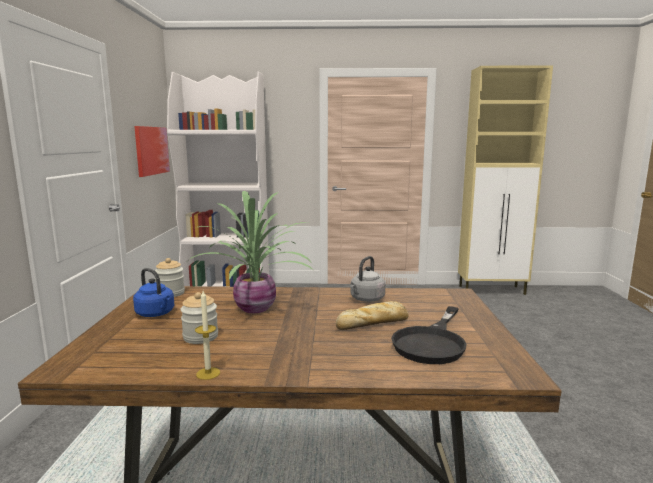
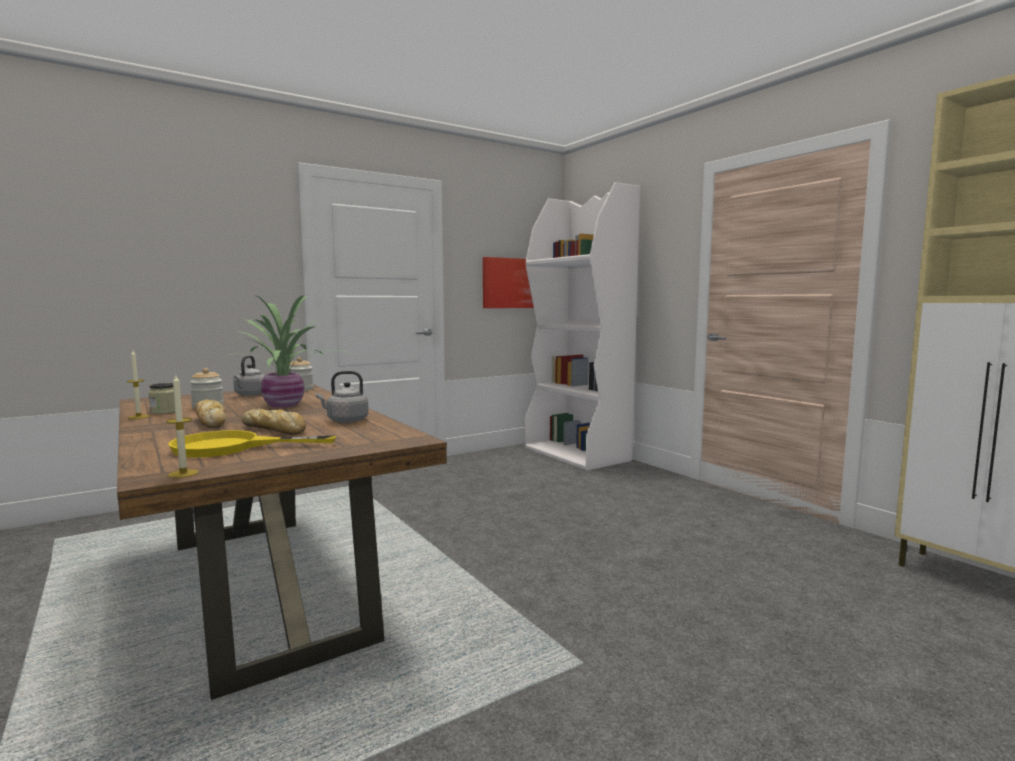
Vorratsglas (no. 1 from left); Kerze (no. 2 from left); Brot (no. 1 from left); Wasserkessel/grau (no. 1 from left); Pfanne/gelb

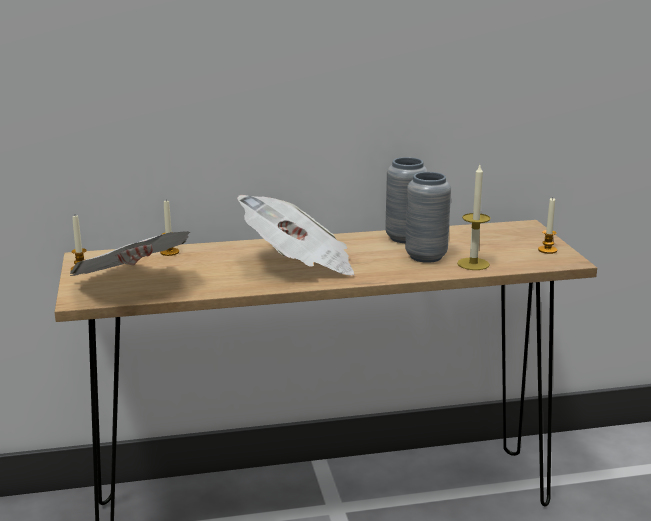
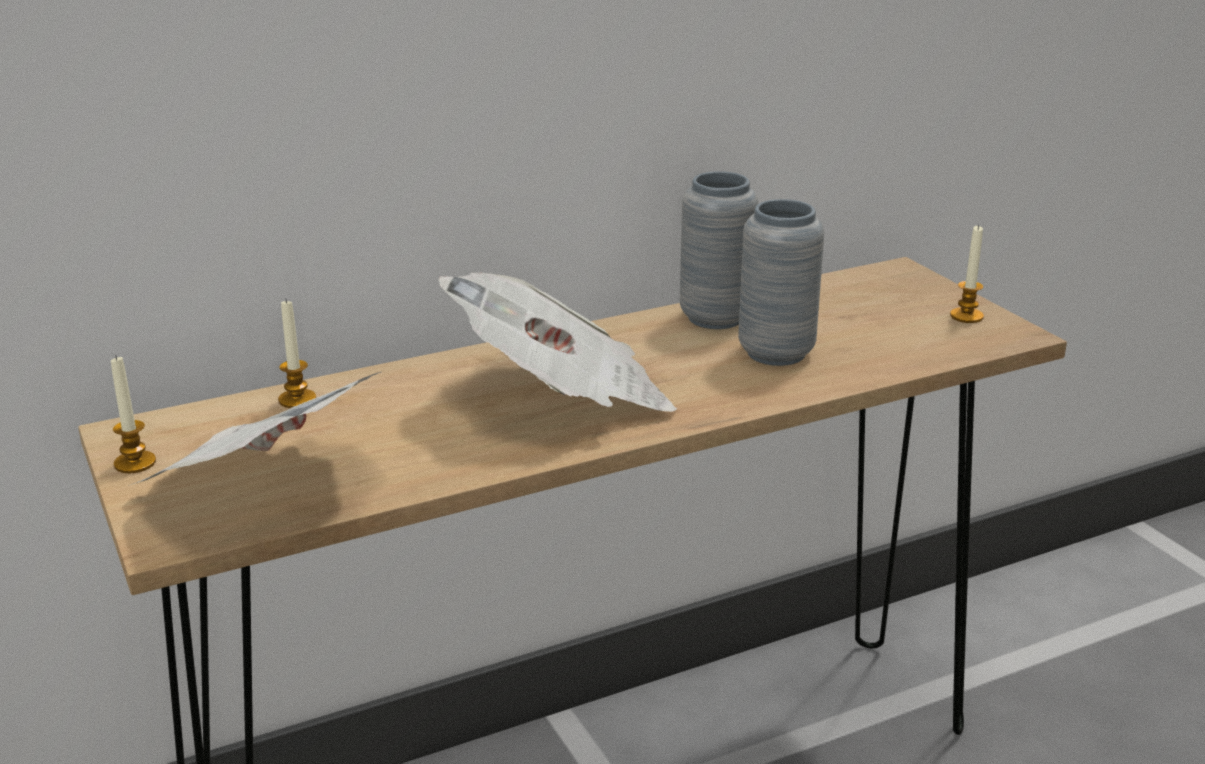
Kerze (no. 3 from left in the first image)

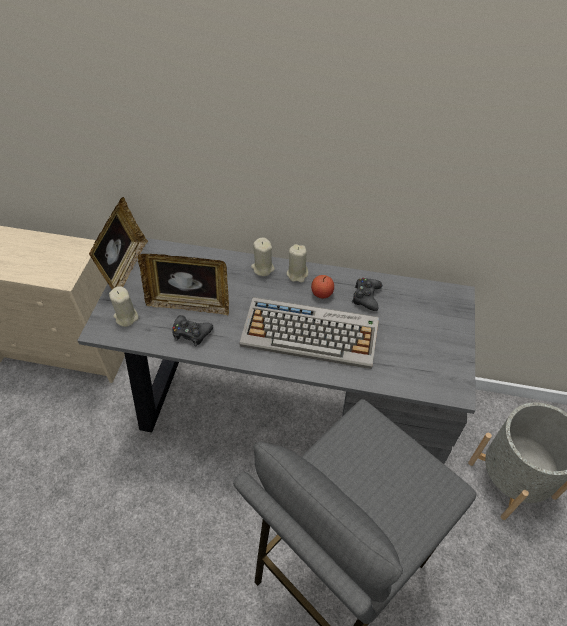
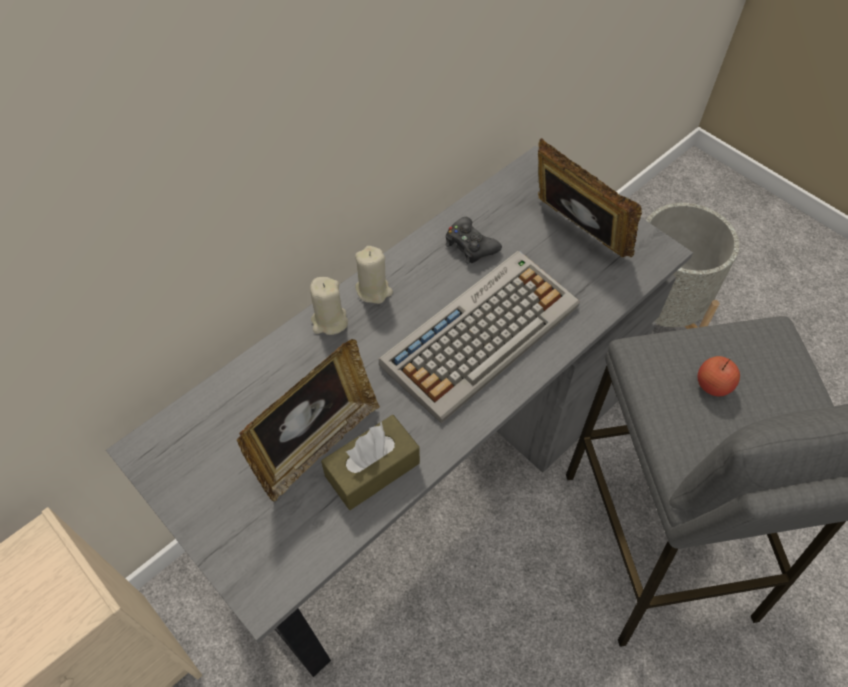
Kerze/beige (no. 1 from left in the first image); Bilderrahmen (no. 2 from left); Apfel; Taschentuchbox/braun

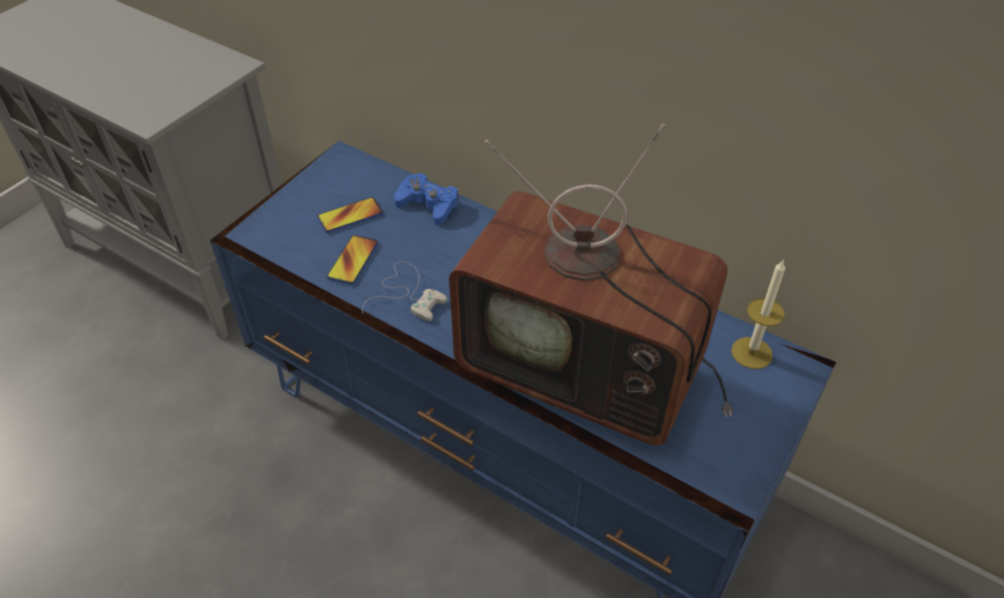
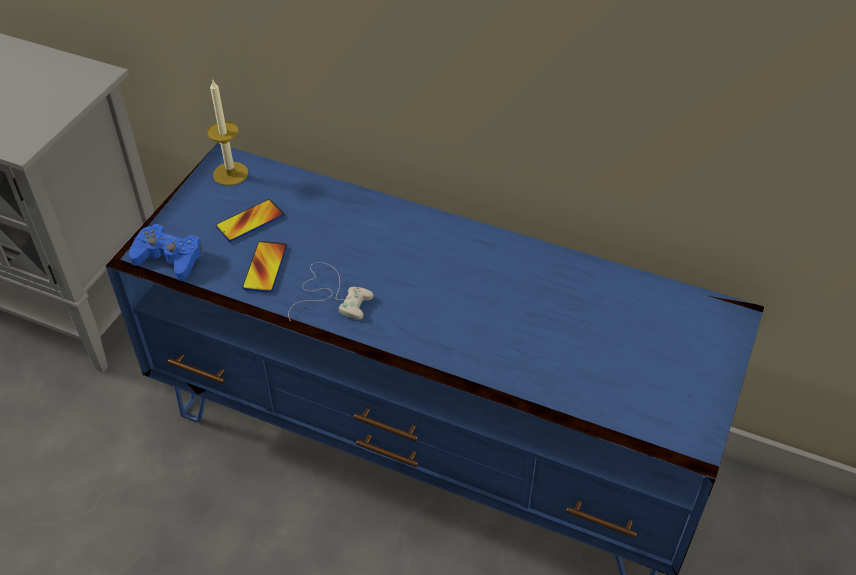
Fernseher; Gamepad/blau; Kerze

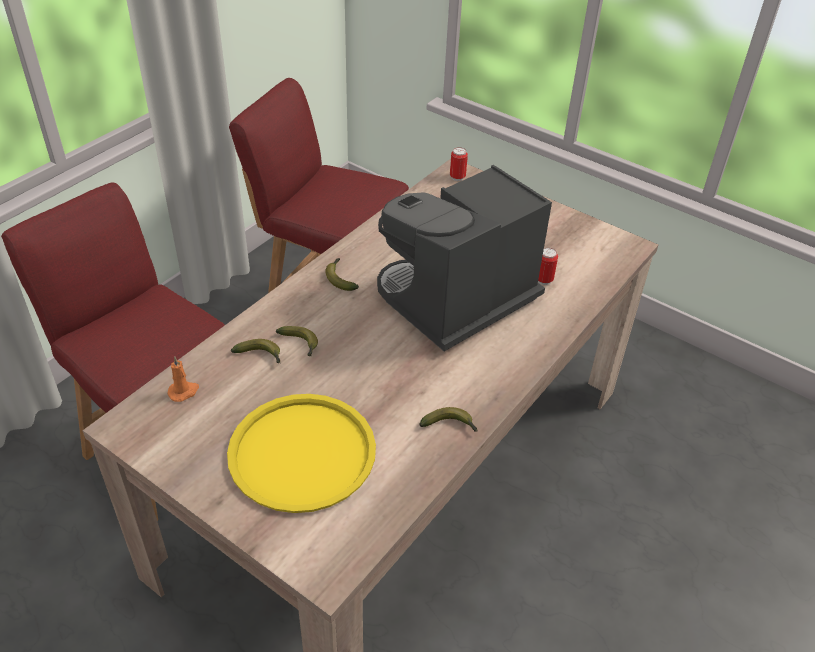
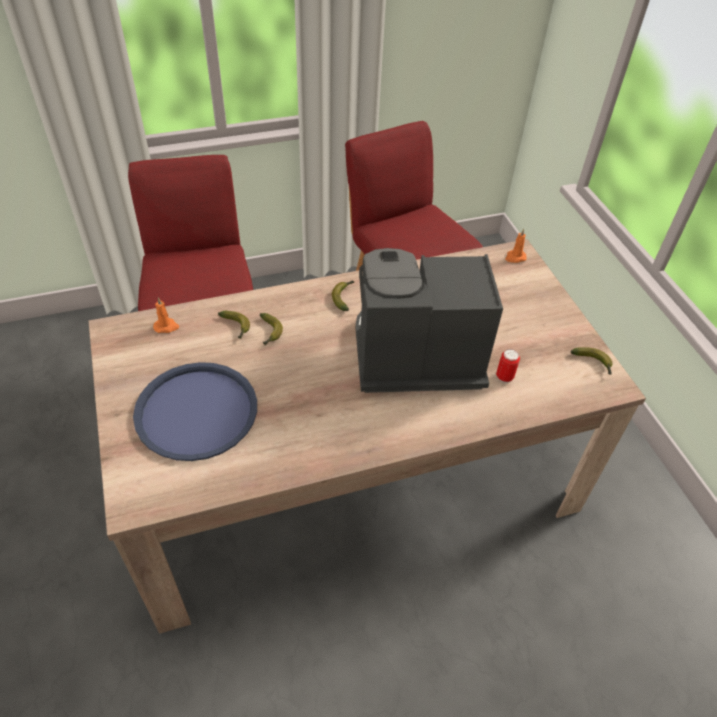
Banane (no. 4 from left); Kerze/orange (no. 2 from left); Tablett/blau

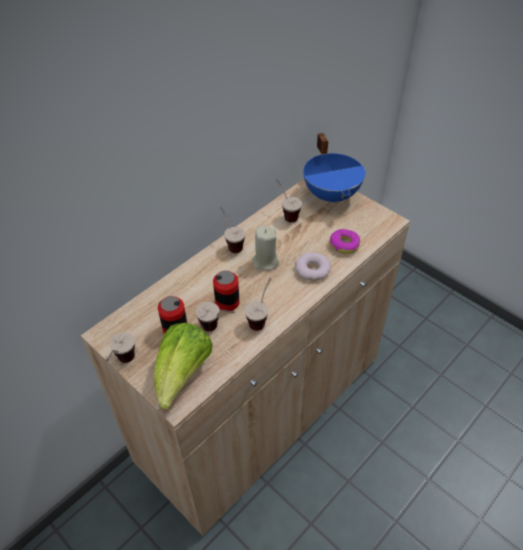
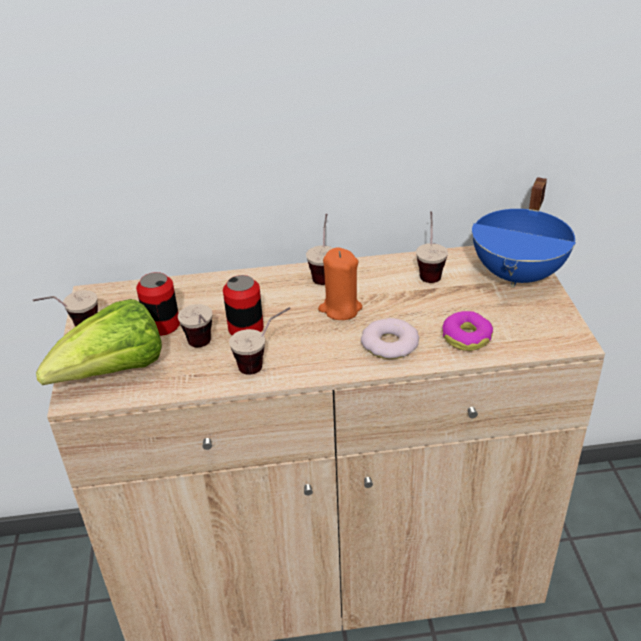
Kerze/orange

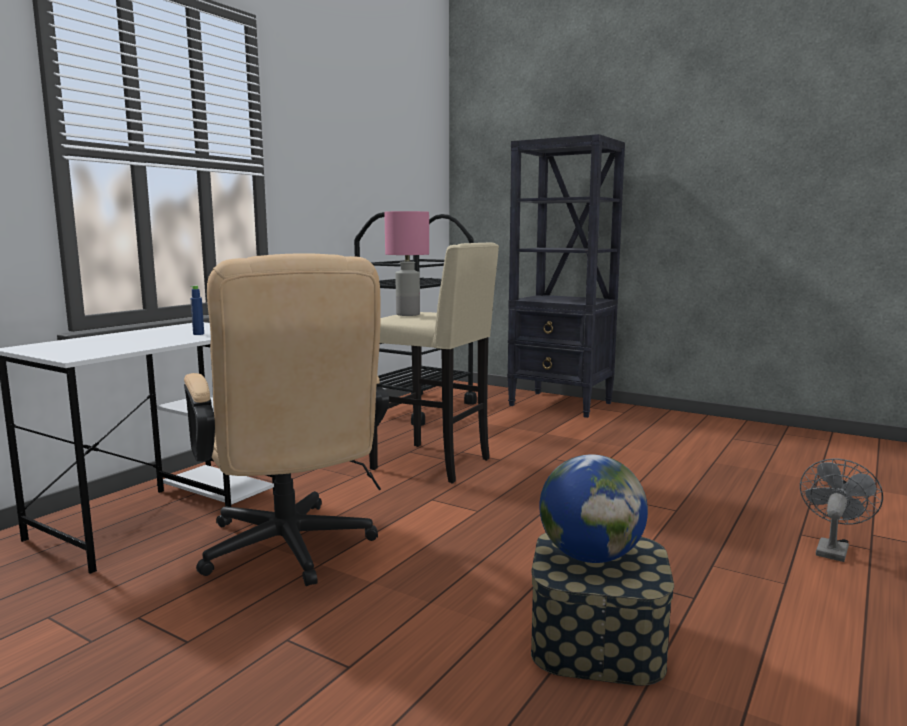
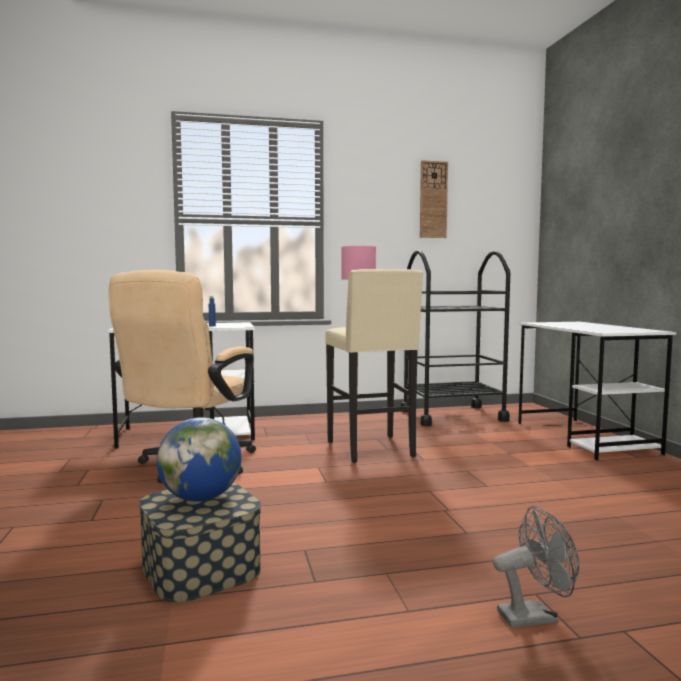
Wanduhr; Schreibtisch/weiß (no. 2 from left)

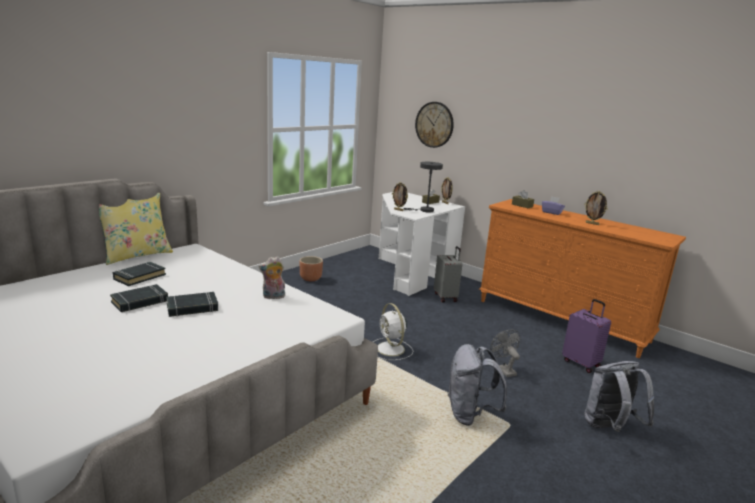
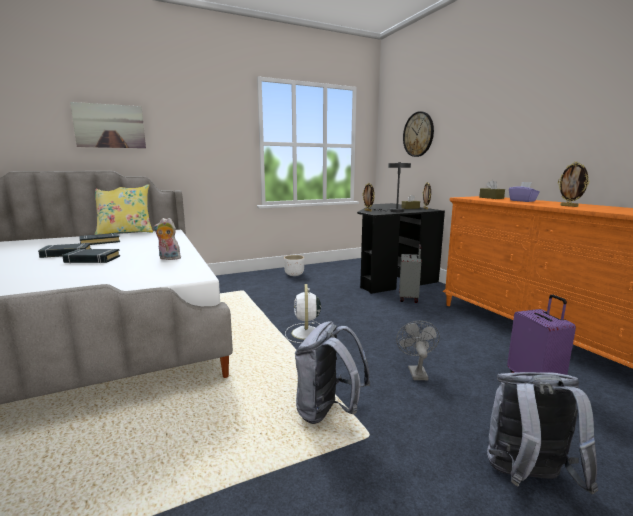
Bild; Pflanzkübel/weiß; Schreibtisch/schwarz

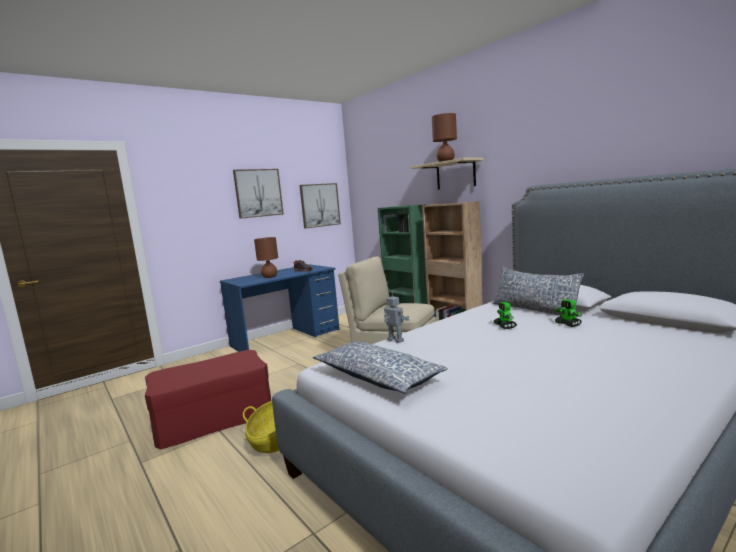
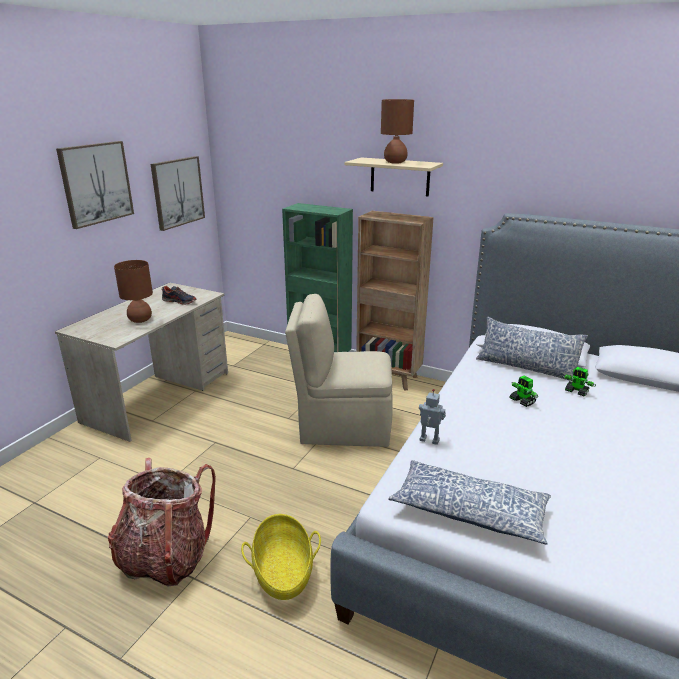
Rucksack; Schreibtisch/beige

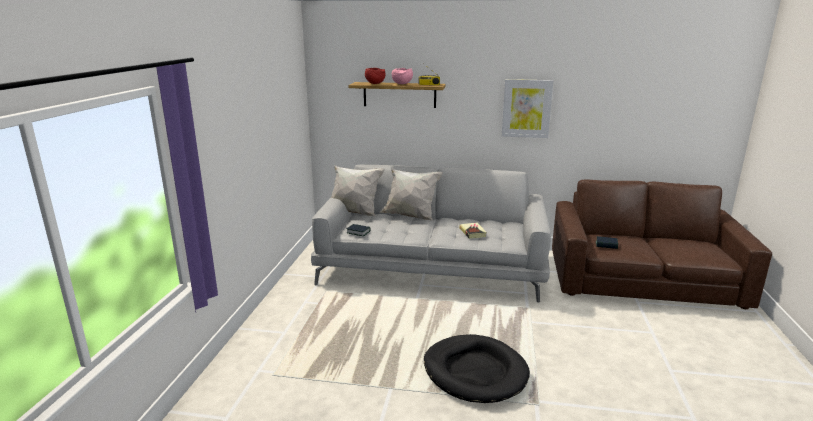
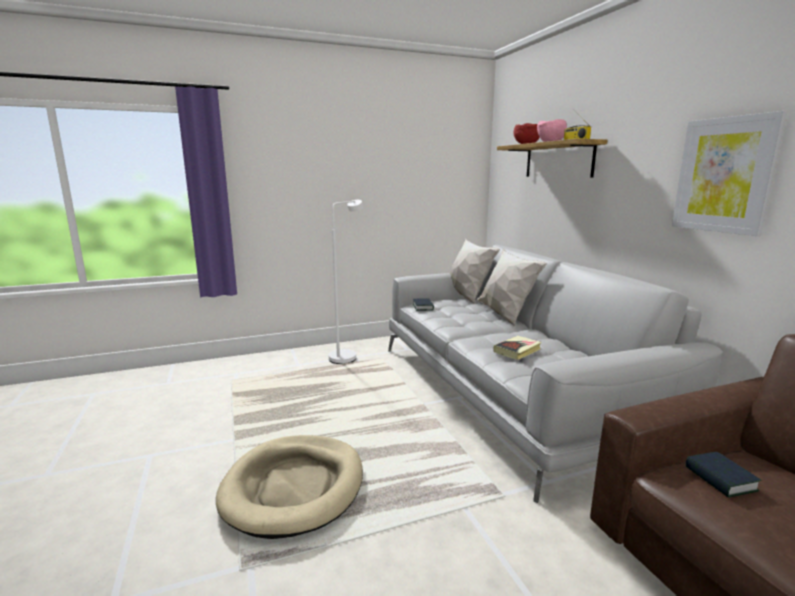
Stehlampe/weiß; Hundebett/beige

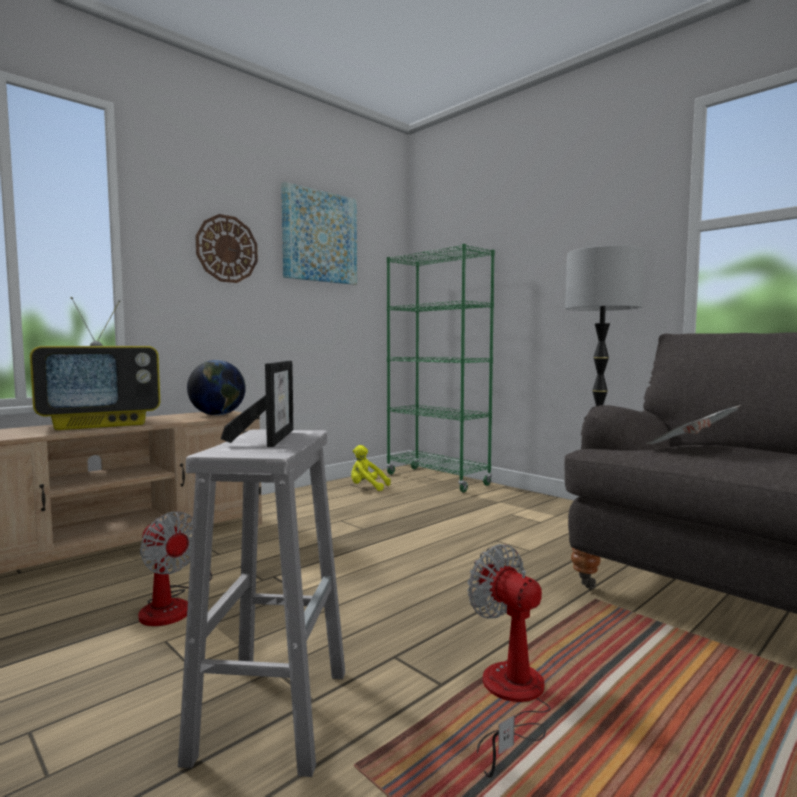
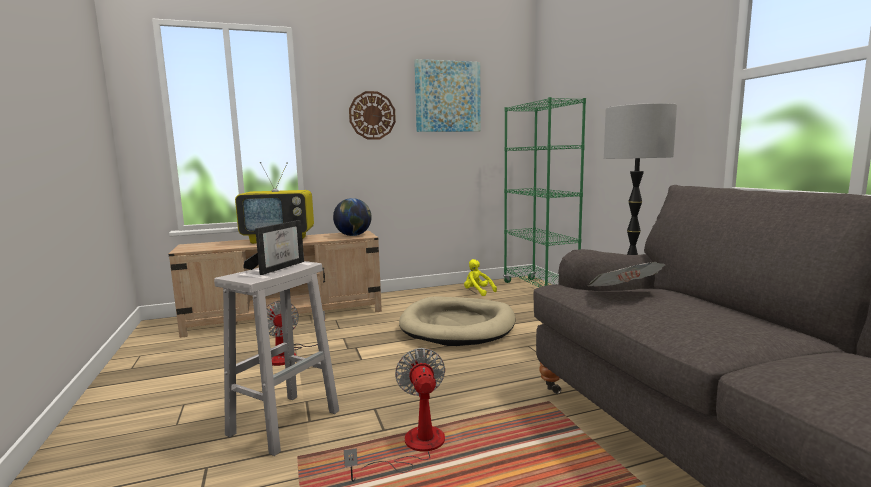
Hundebett/beige

